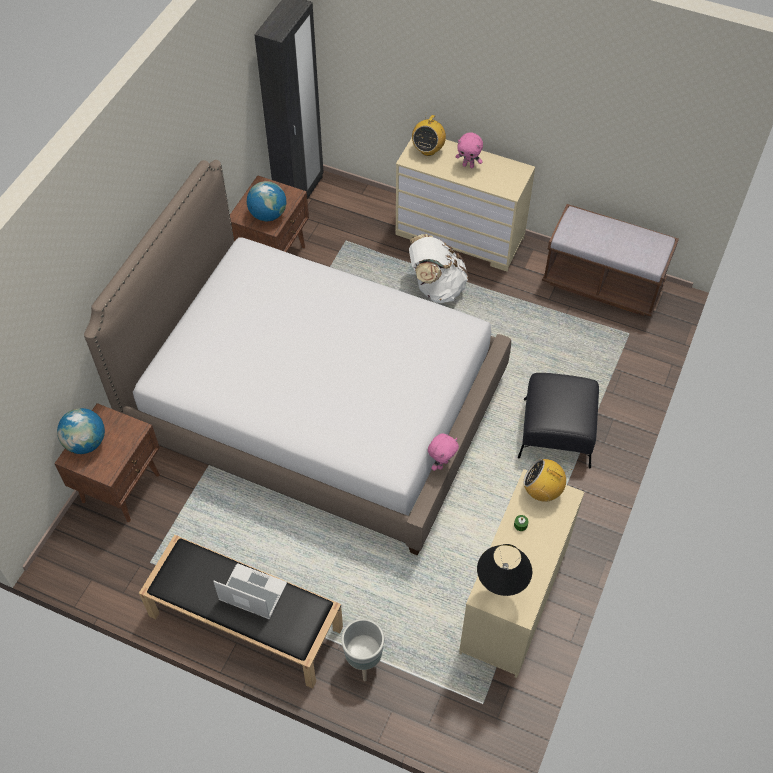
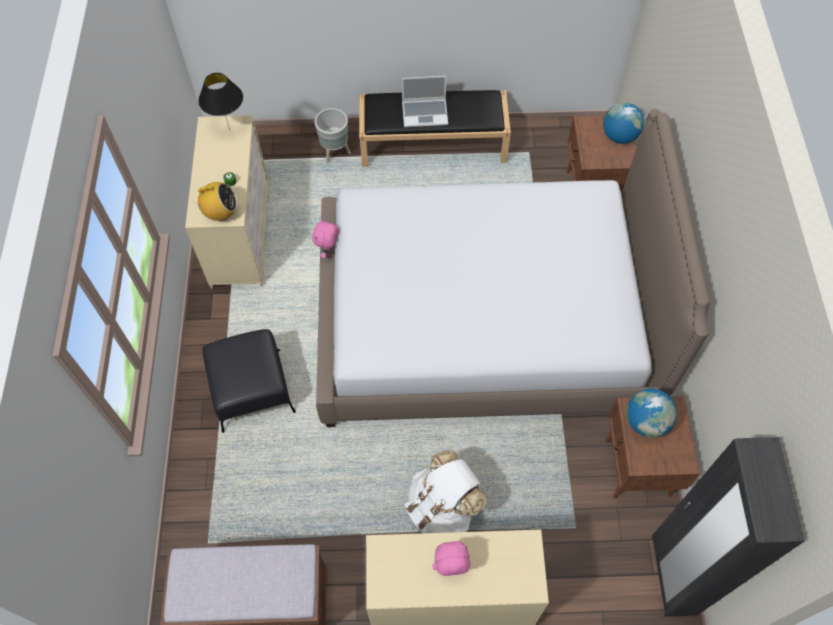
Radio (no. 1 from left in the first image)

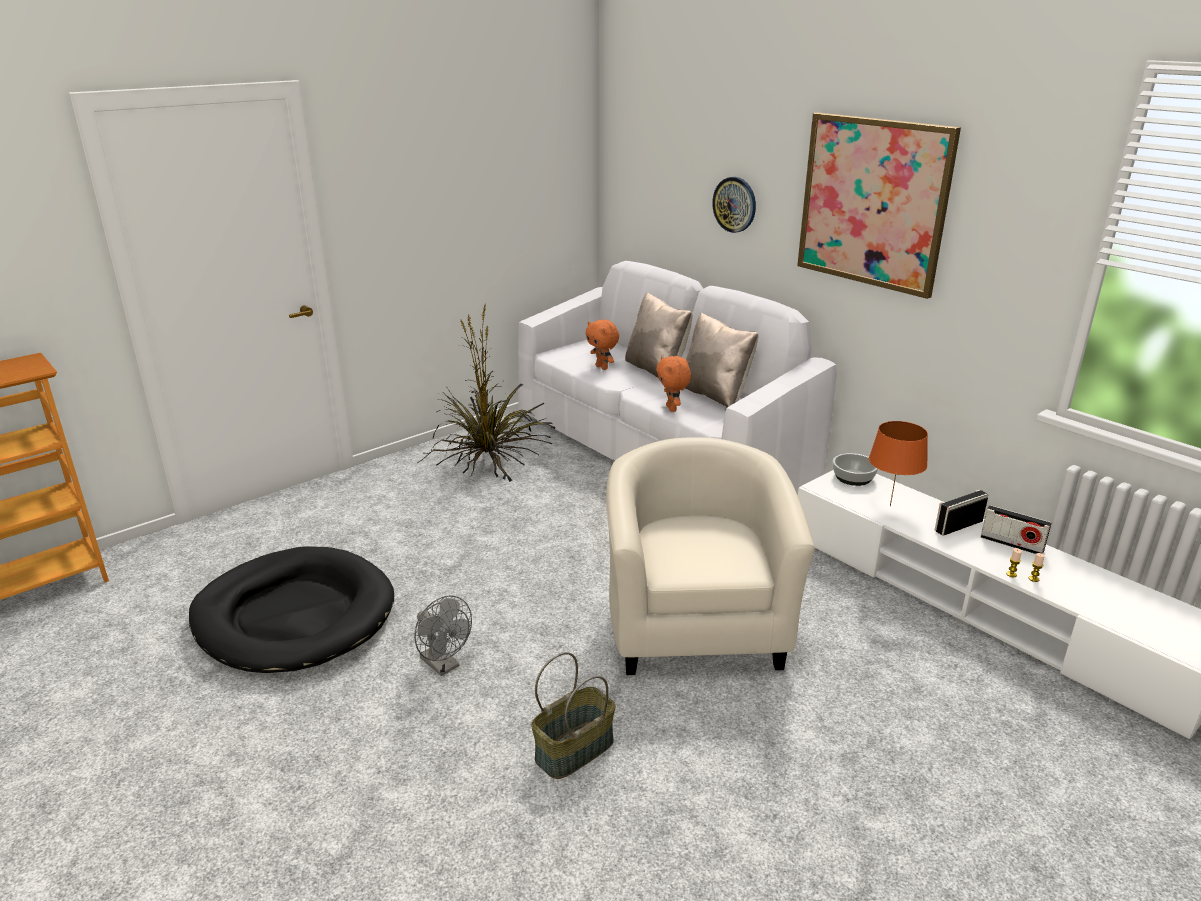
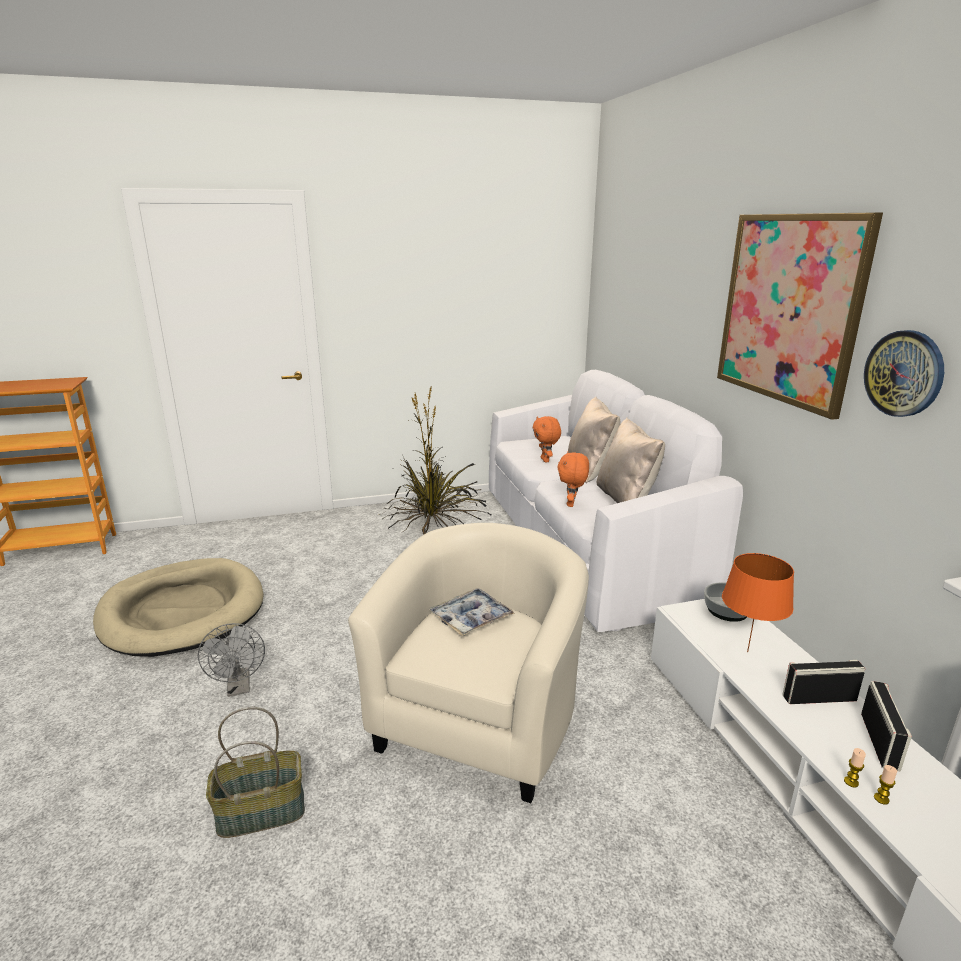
Tablett; Wanduhr; Hundebett/beige; Radio (no. 2 from left)

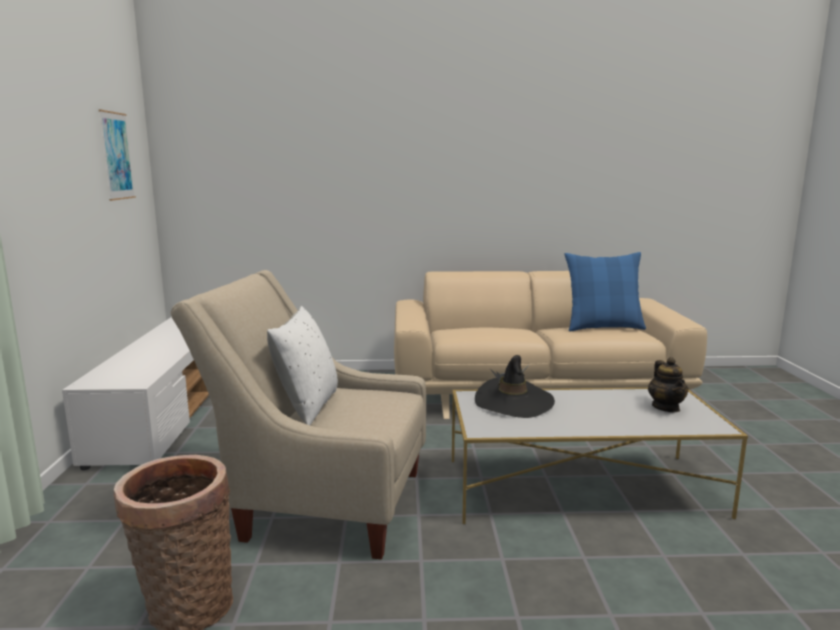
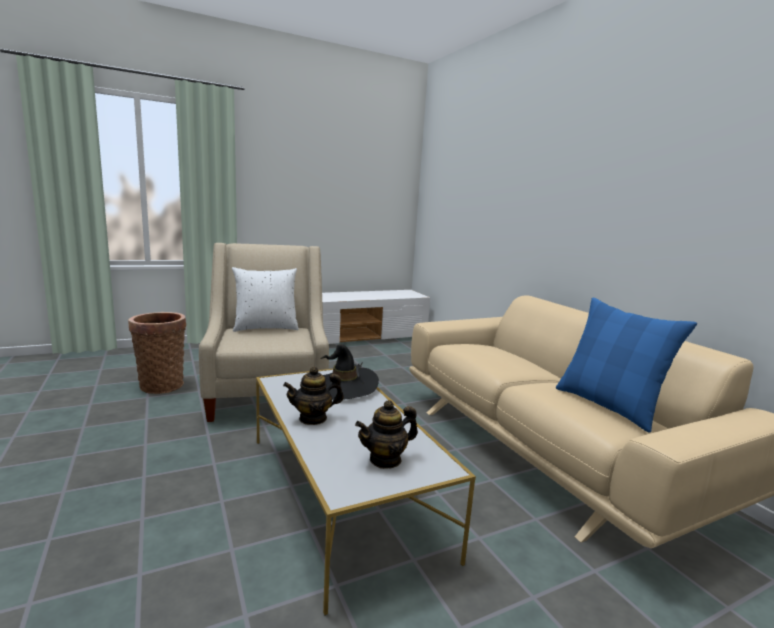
Bild; Teekanne (no. 1 from left)

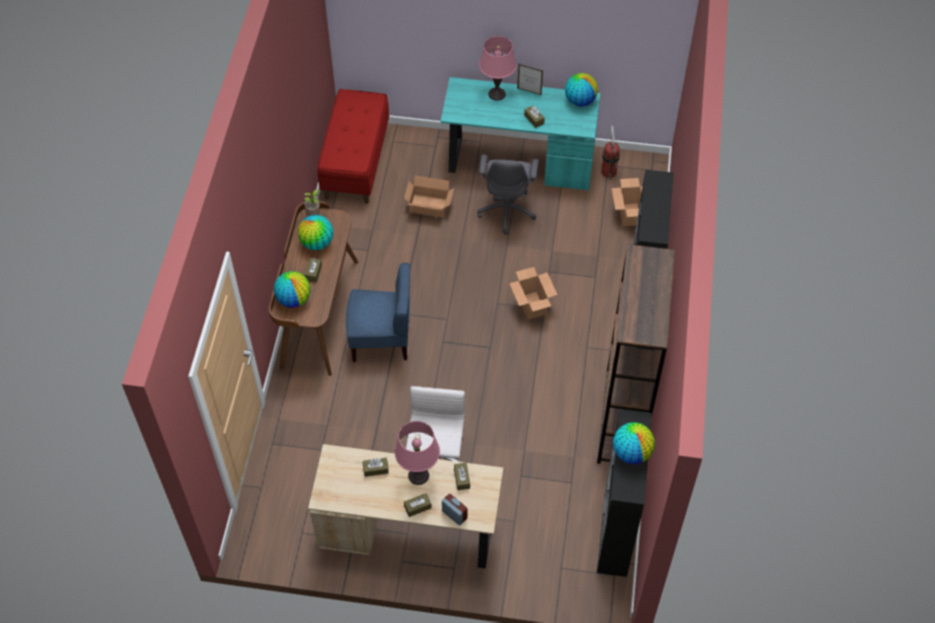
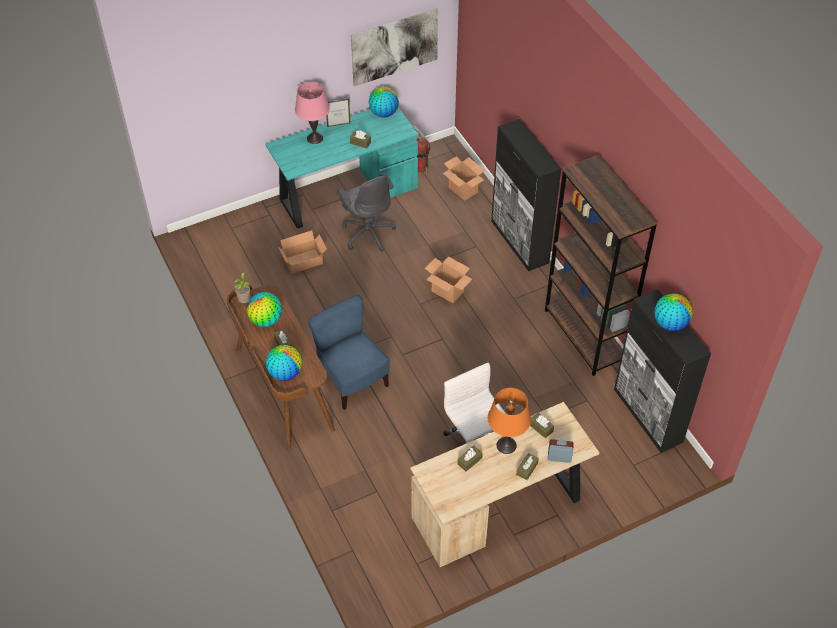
Bank/rot; Bild; Tischlampe/orange; Stuhl/blau

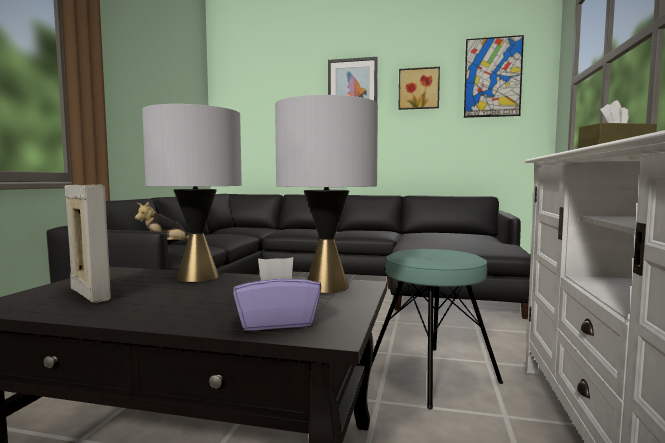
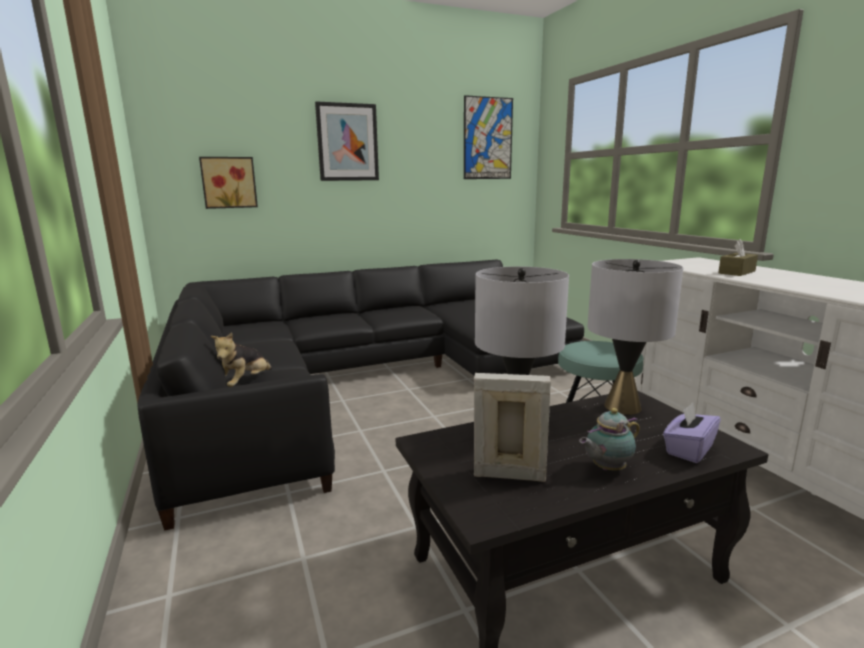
Teekanne; Bild (no. 1 from left)

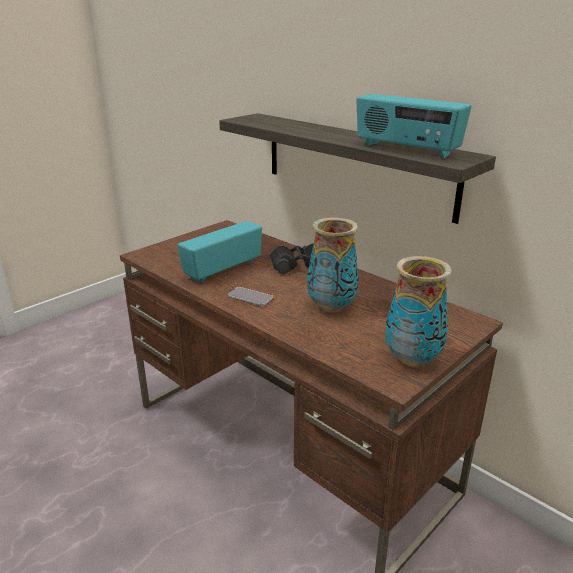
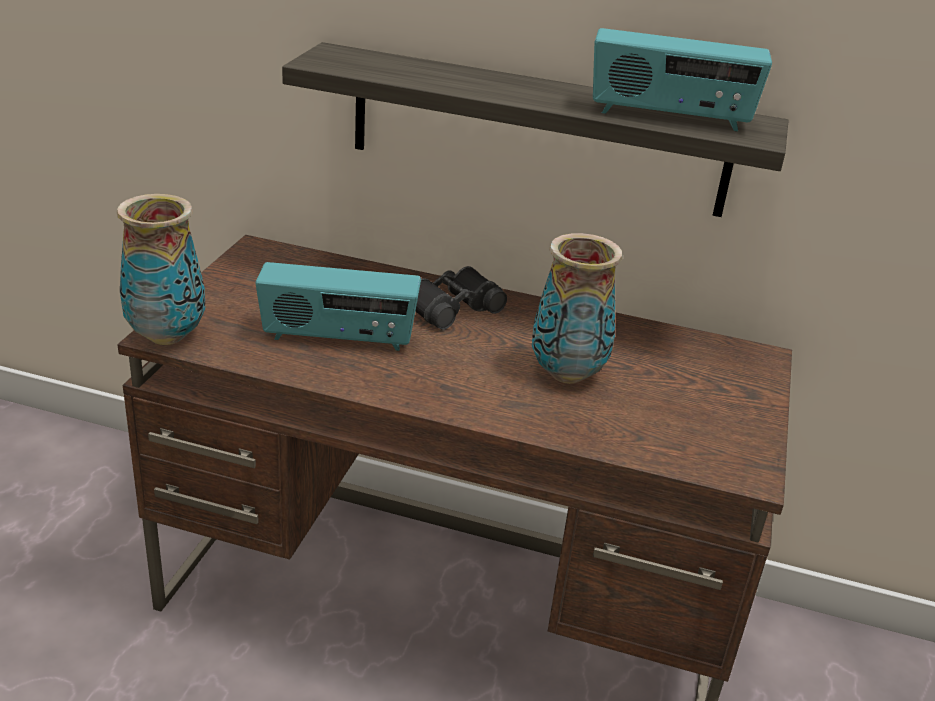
Handy; Vase (no. 1 from left); Radio (no. 1 from left)

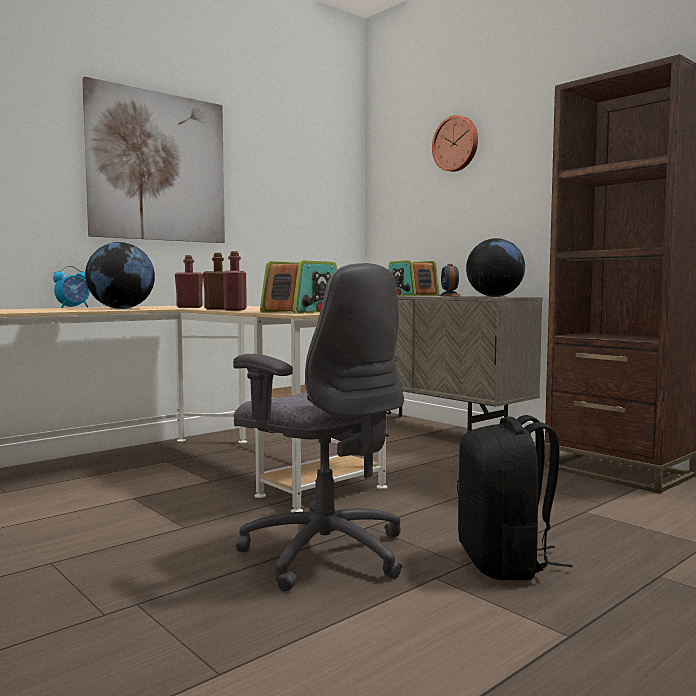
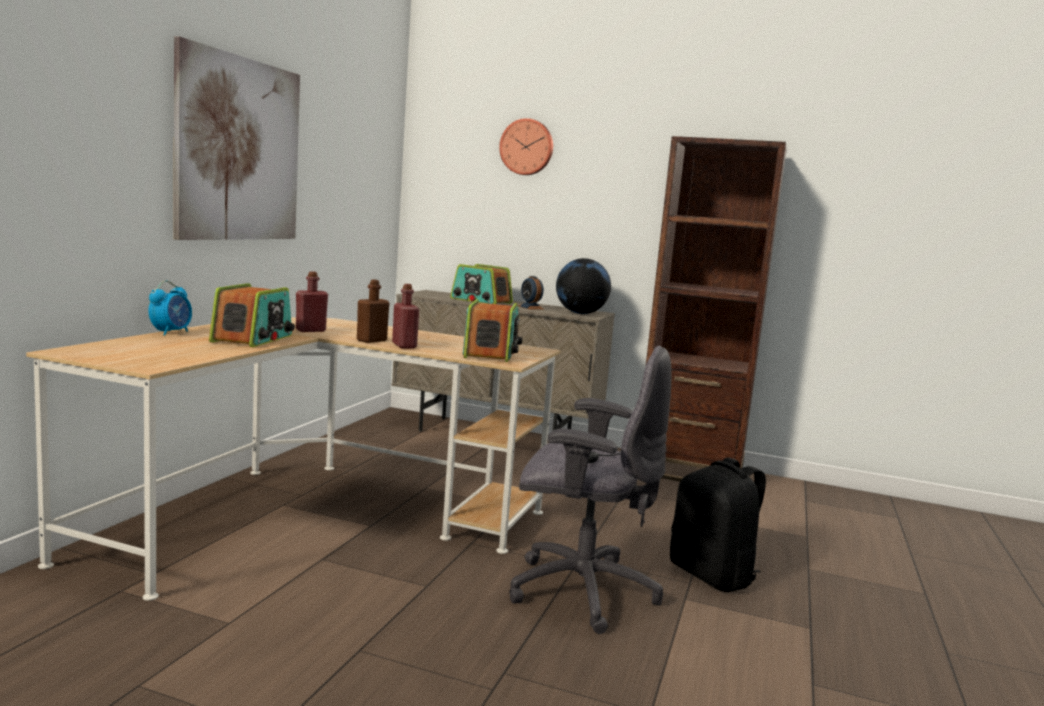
Radio (no. 1 from left)

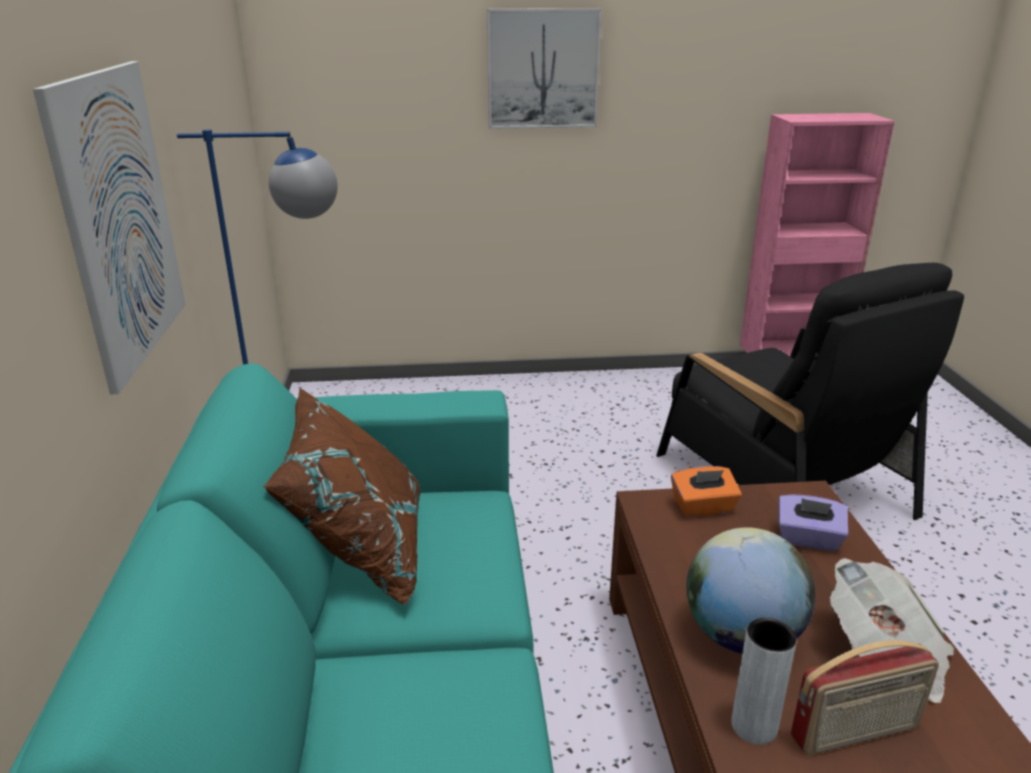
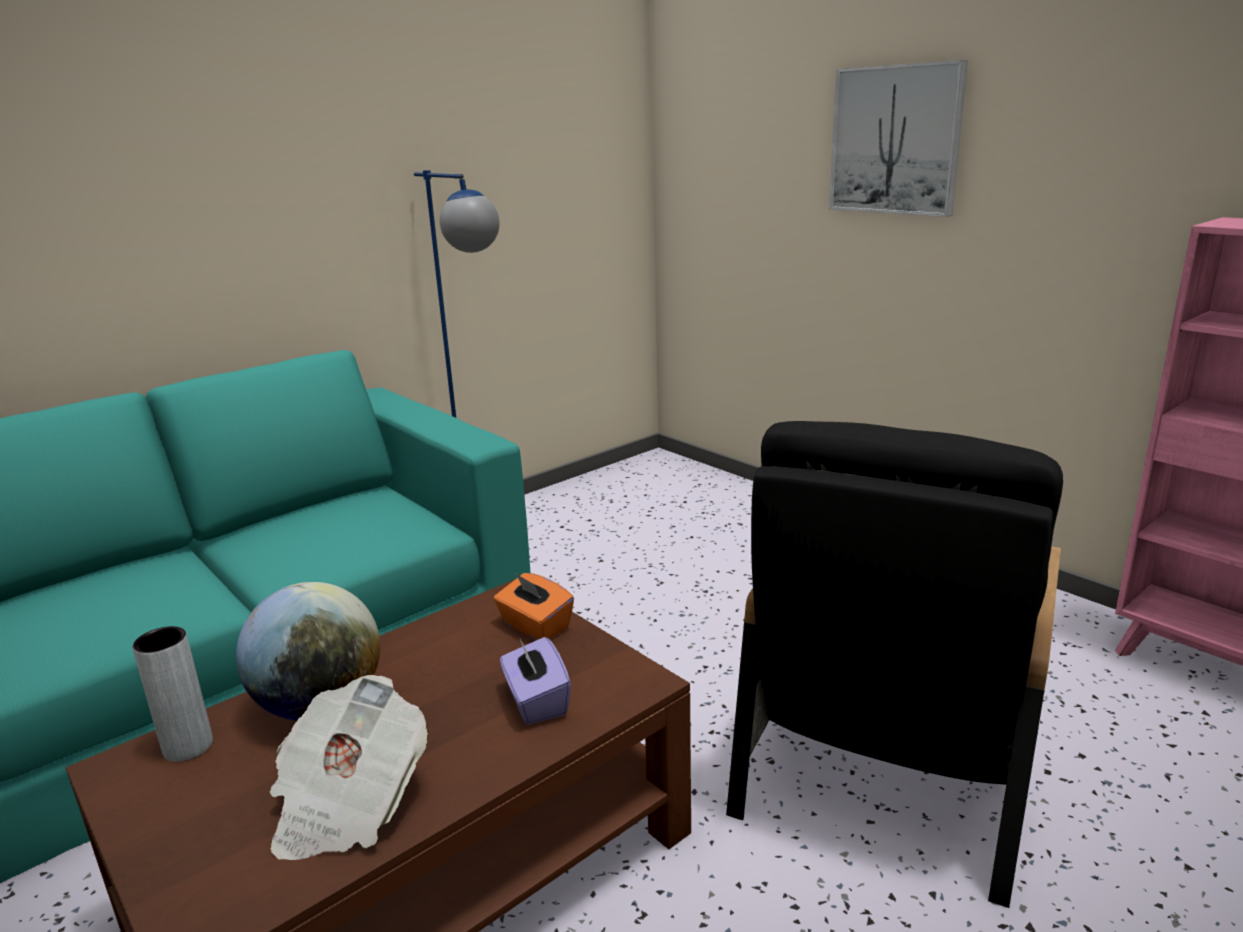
Bild (no. 1 from left in the first image); Kissen/braun; Radio

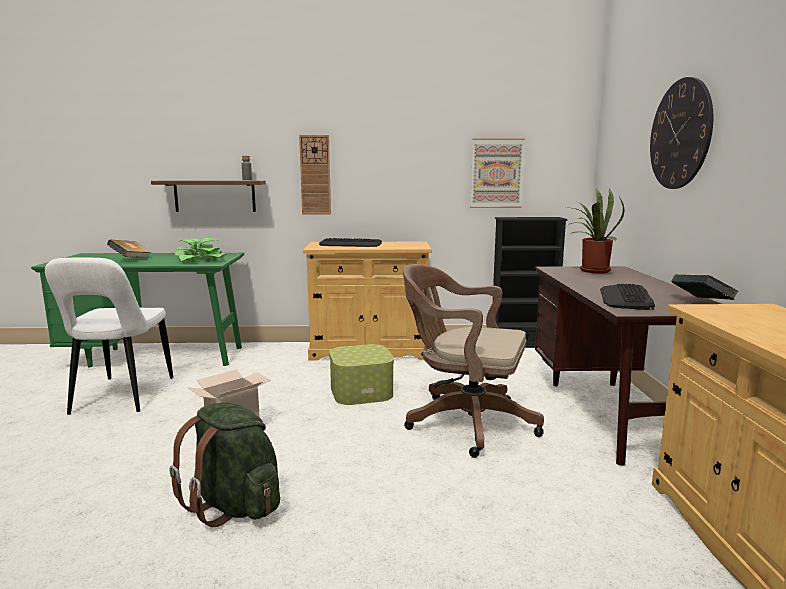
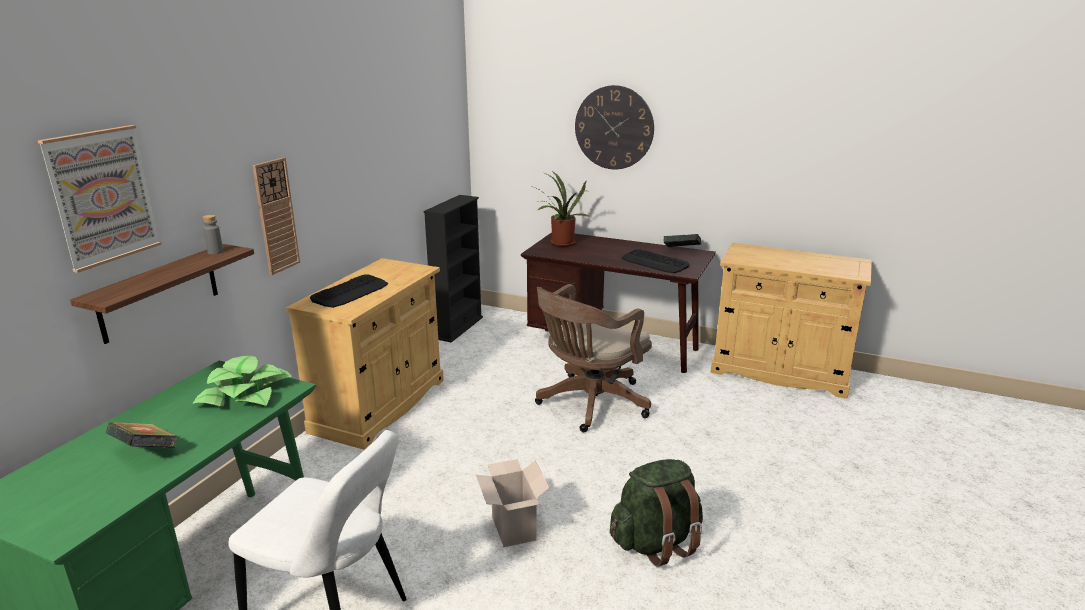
Aufbewahrungsbox; Bild

